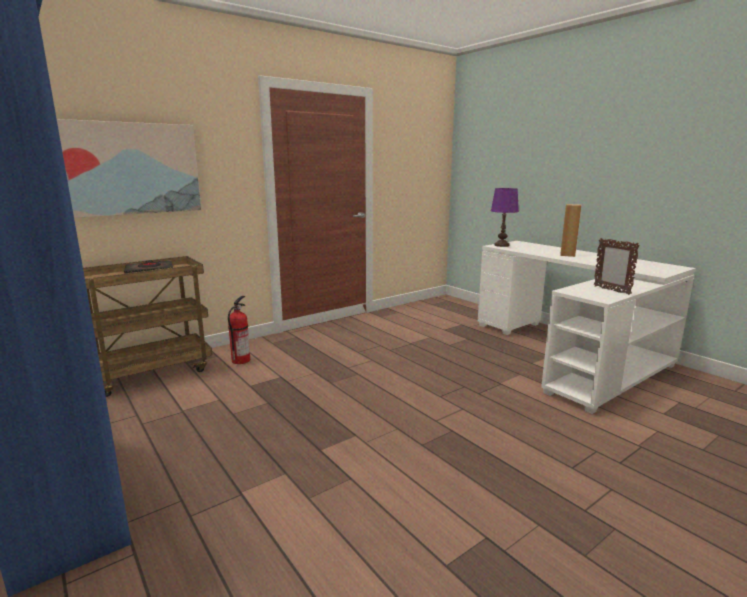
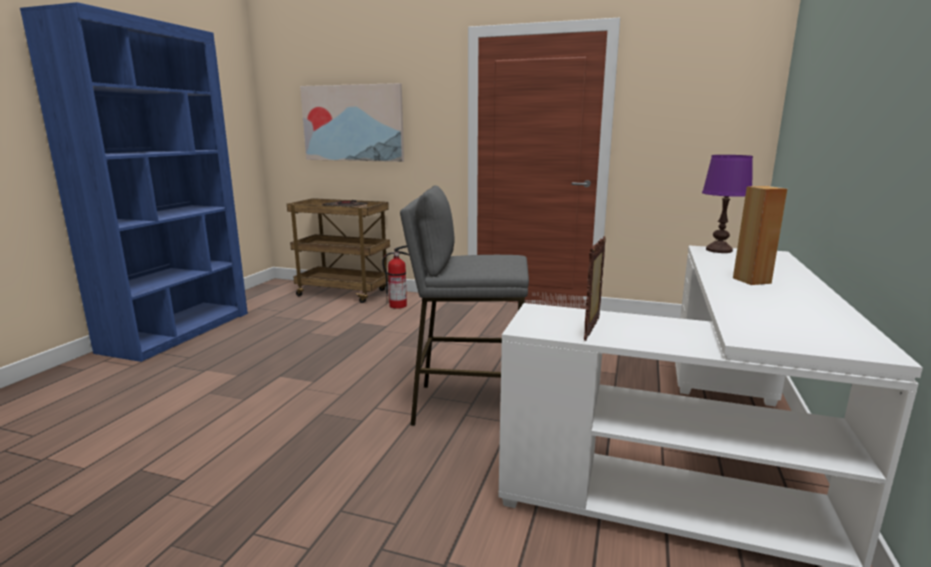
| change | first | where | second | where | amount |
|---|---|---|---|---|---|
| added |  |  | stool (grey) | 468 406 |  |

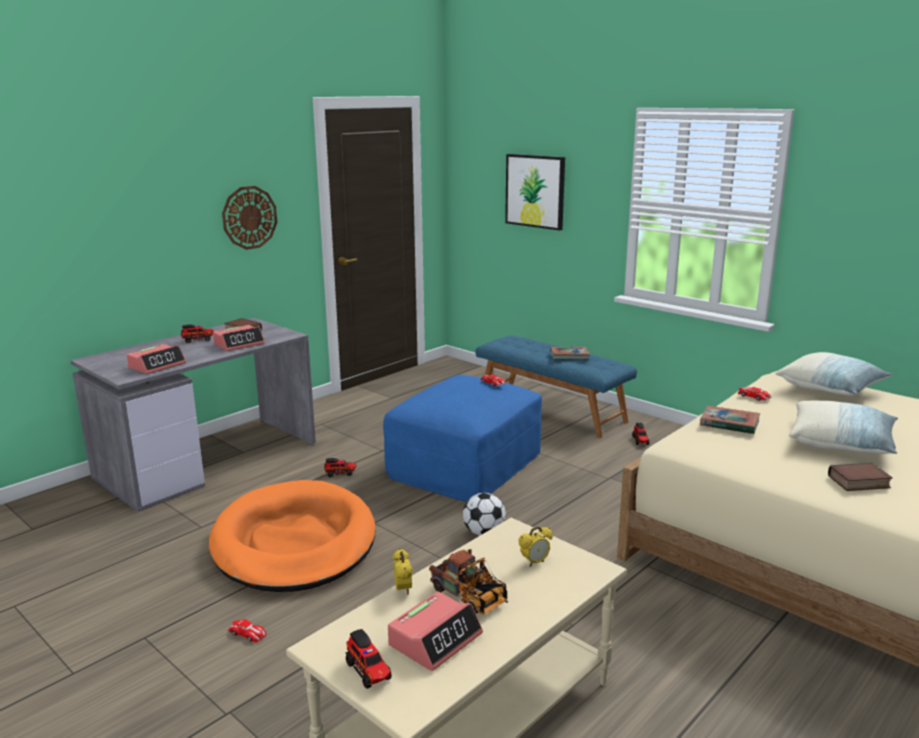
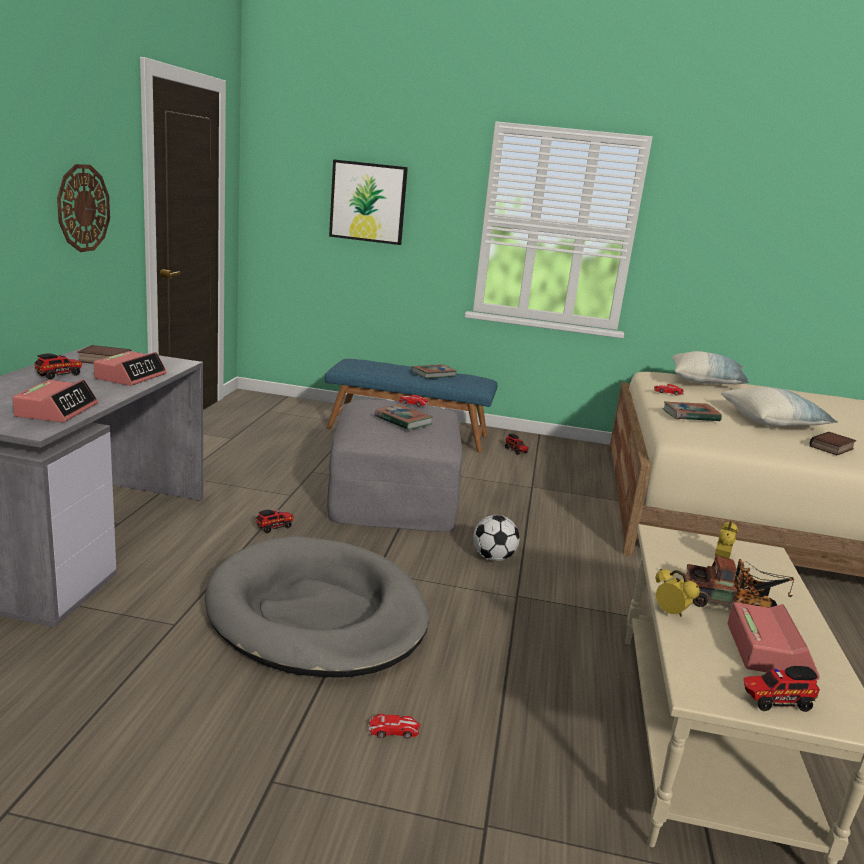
| change | first | where | second | where | amount |
|---|---|---|---|---|---|
| recoloured | dog bed (orange) | 294 542 | dog bed (grey) | 317 613 |  |
| recoloured | ottoman (blue) | 465 463 | ottoman (grey) | 393 494 |  |
| added |  |  | book | 403 421 |  |
| turned | toy truck | 369 672 |  | 775 701 | 150 degrees clockwise |

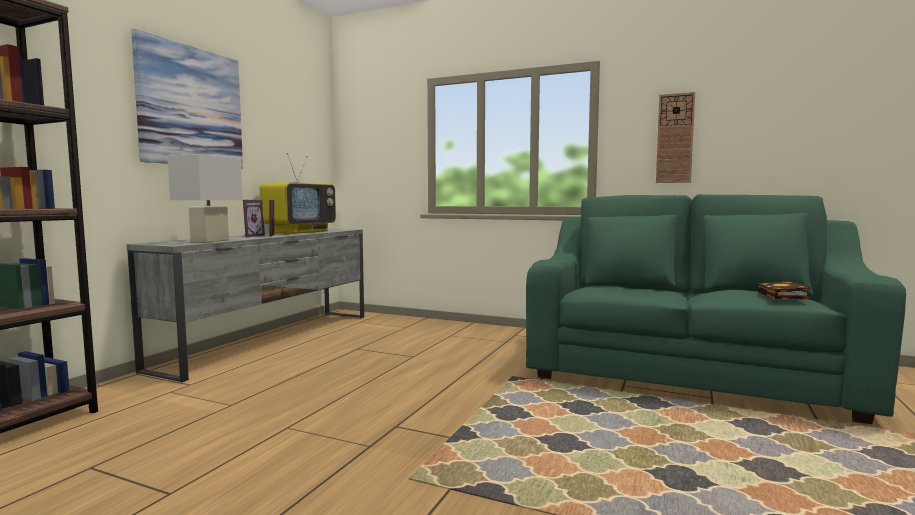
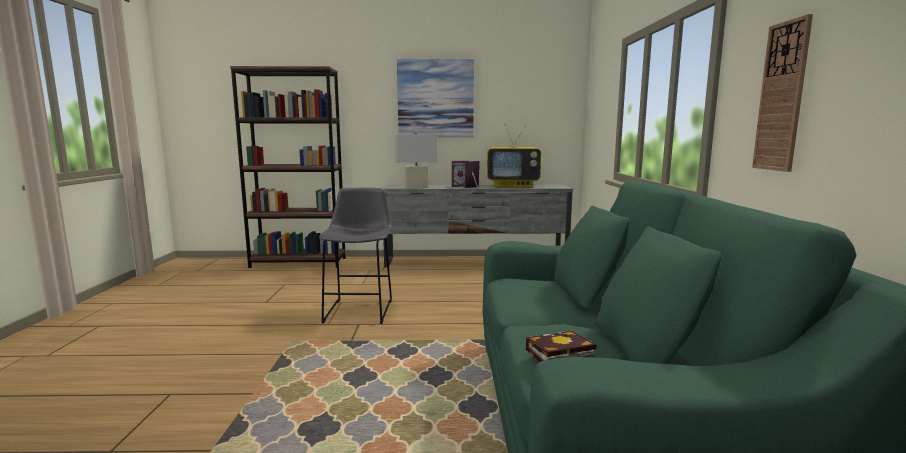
| change | first | where | second | where | amount |
|---|---|---|---|---|---|
| added |  |  | stool (grey) | 360 309 |  |

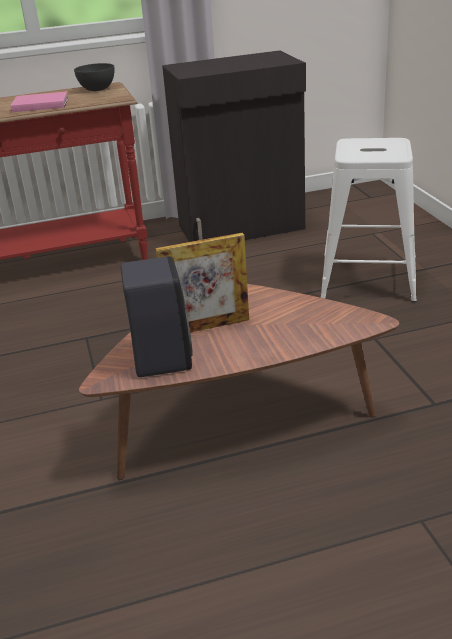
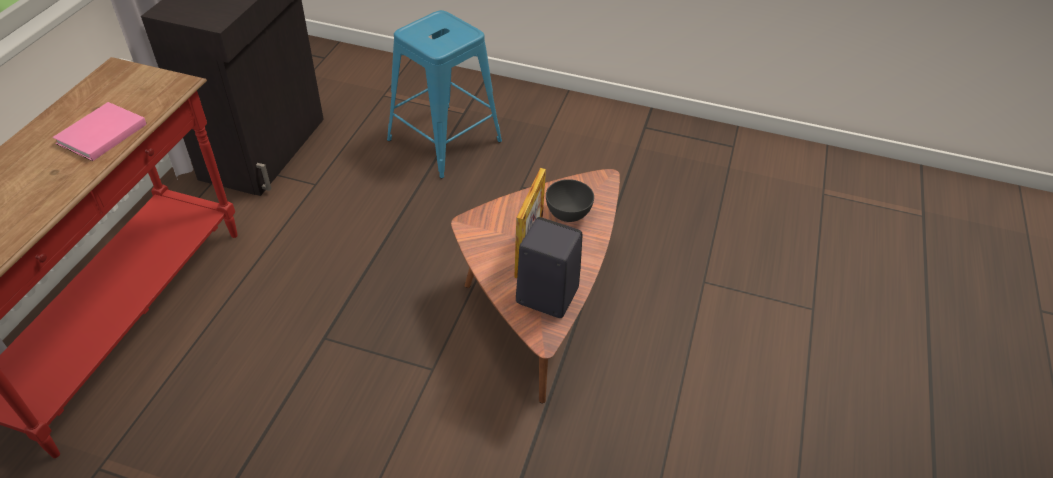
| change | first | where | second | where | amount |
|---|---|---|---|---|---|
| recoloured | stool (white) | 367 279 | stool (blue) | 444 141 |  |
| moved | bowl (grey) | 97 89 |  | 567 214 |  |

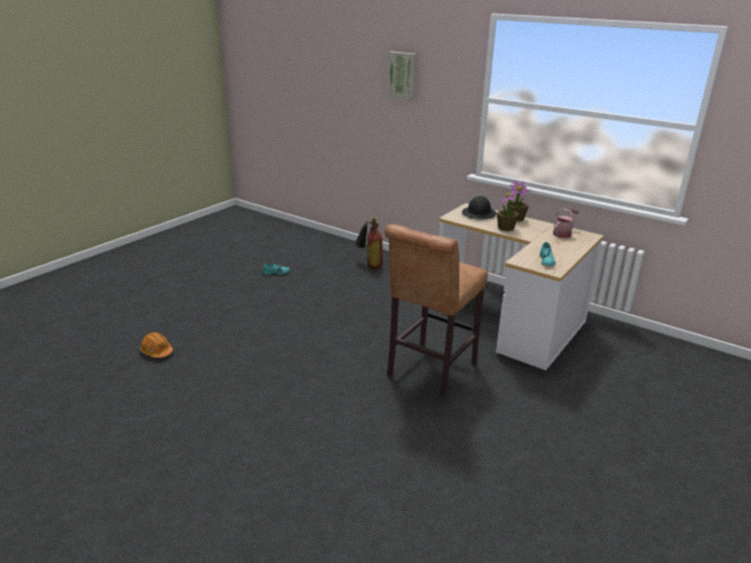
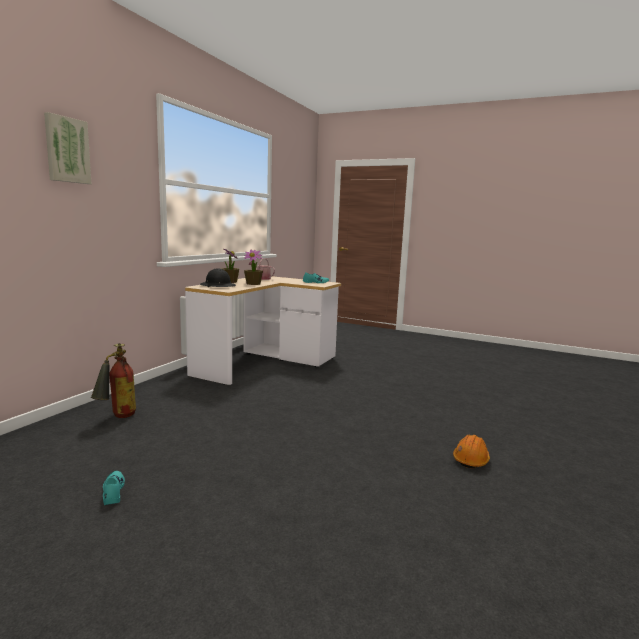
| change | first | where | second | where | amount |
|---|---|---|---|---|---|
| moved | hard hat (orange) | 157 351 |  | 471 459 |  |
| removed | stool (brown) | 429 371 |  |  |  |

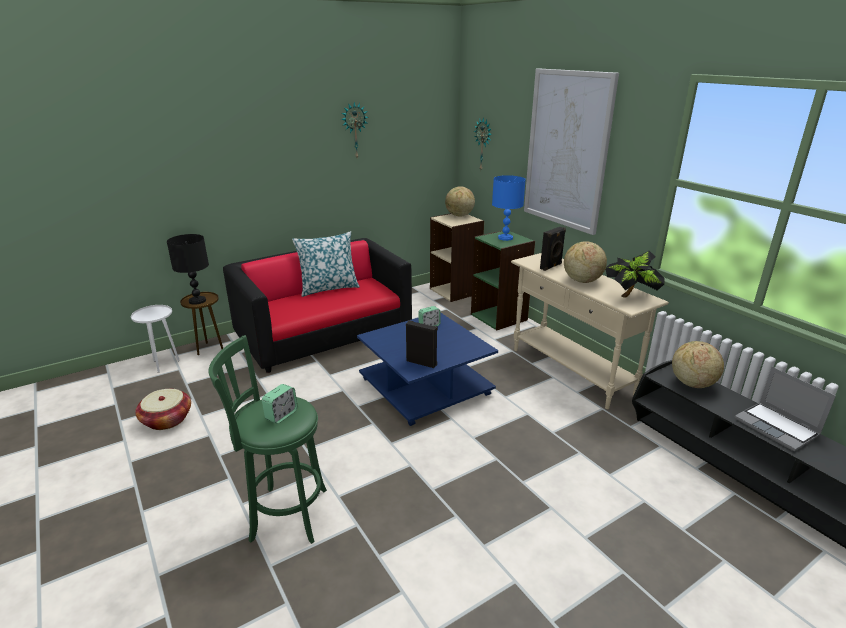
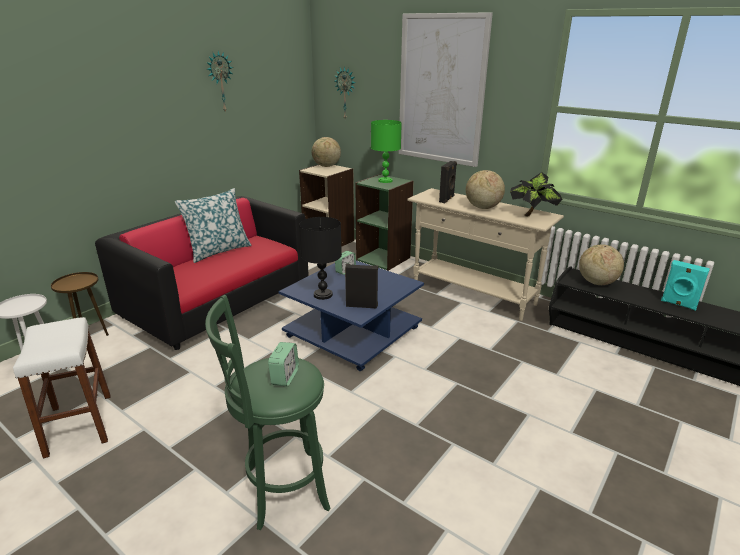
| change | first | where | second | where | amount |
|---|---|---|---|---|---|
| replaced | basket | 167 420 | stool (white) | 79 424 |  |
| moved | table lamp (black) | 197 300 |  | 322 294 |  |
| recoloured | table lamp (blue) | 505 238 | table lamp (green) | 385 181 |  |
| replaced | laptop | 777 427 | speaker (turquoise) | 678 304 |  |

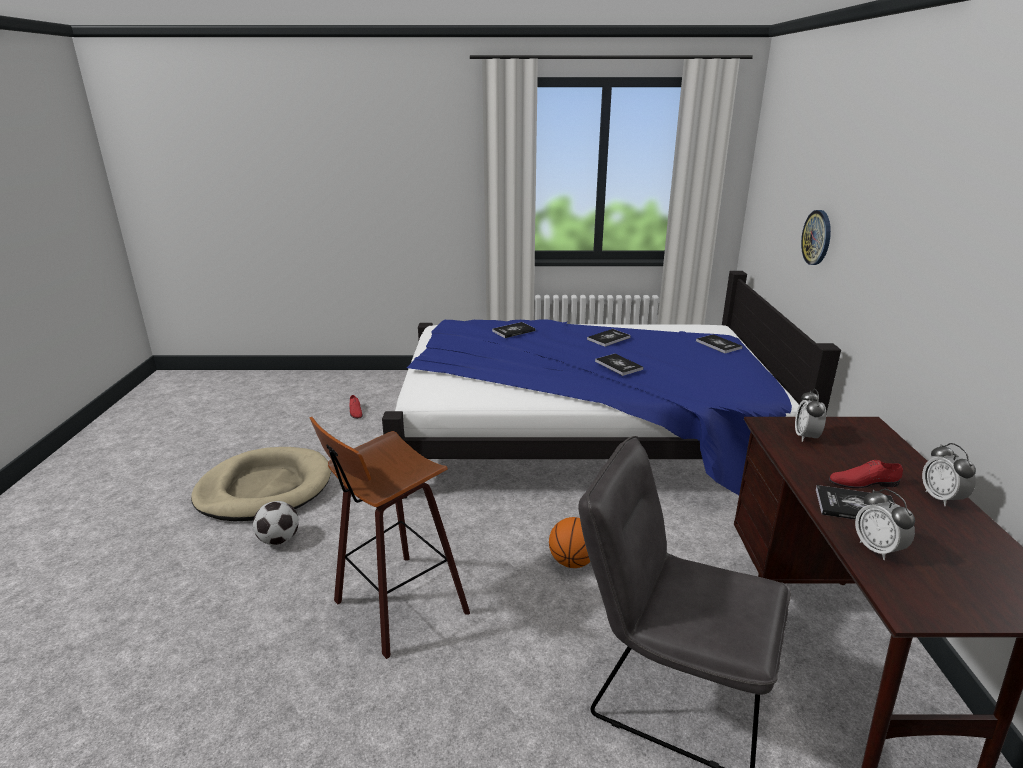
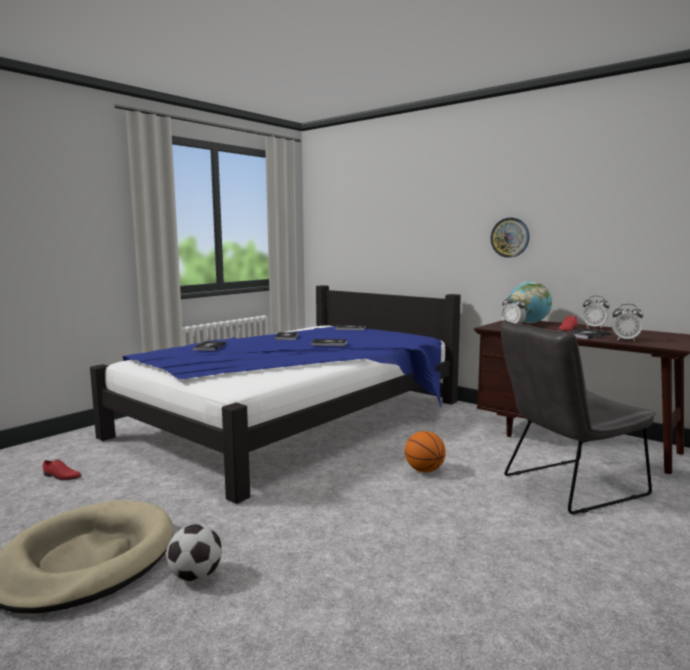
| change | first | where | second | where | amount |
|---|---|---|---|---|---|
| moved | wall clock | 817 237 |  | 510 237 |  |
| added |  |  | globe | 529 323 |  |
| removed | stool | 396 607 |  |  |  |

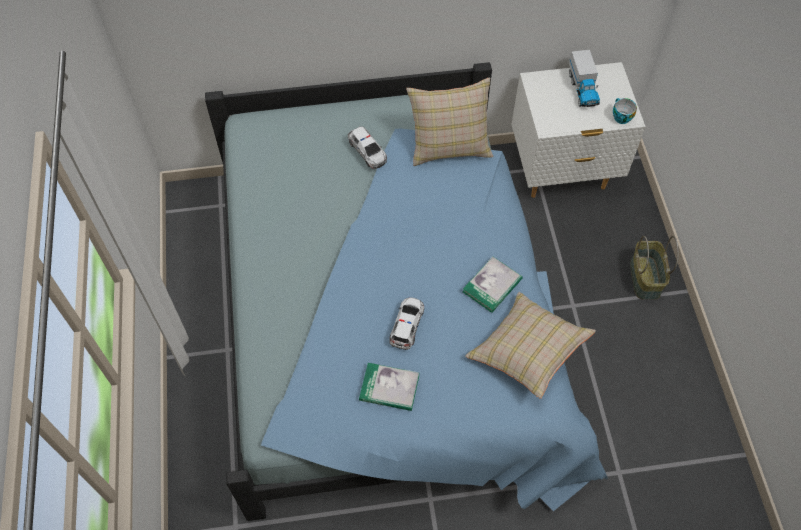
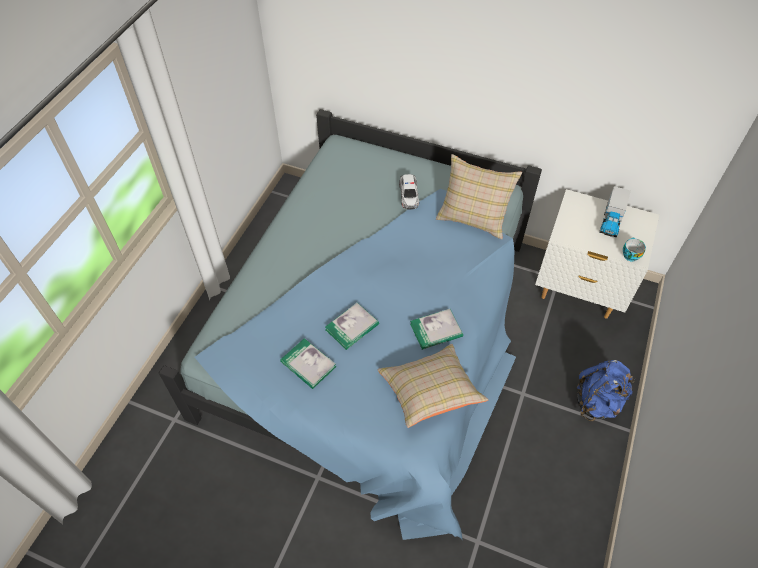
| change | first | where | second | where | amount |
|---|---|---|---|---|---|
| replaced | toy car | 407 325 | book | 352 327 |  |
| replaced | basket | 644 277 | backpack (blue) | 597 401 |  |

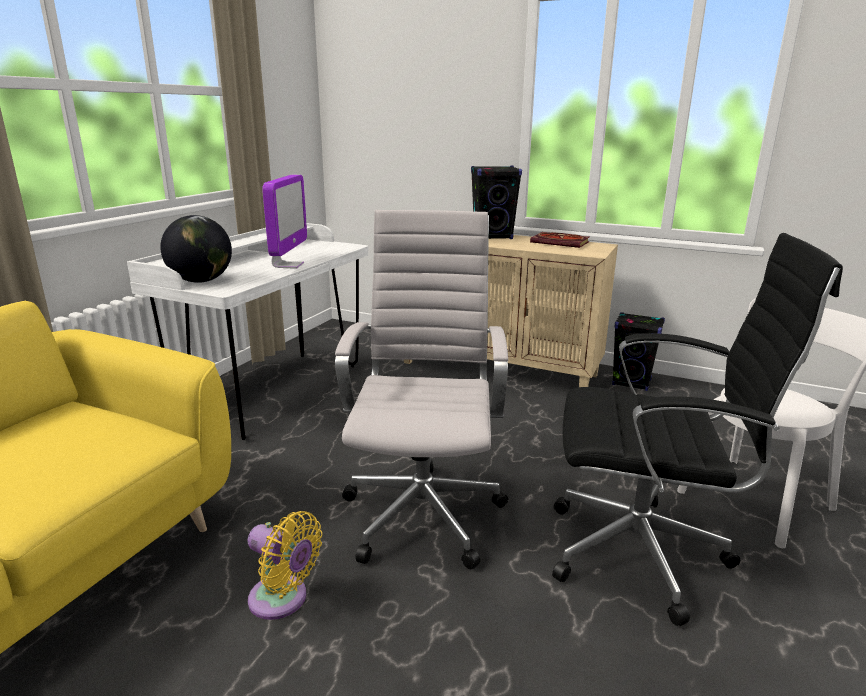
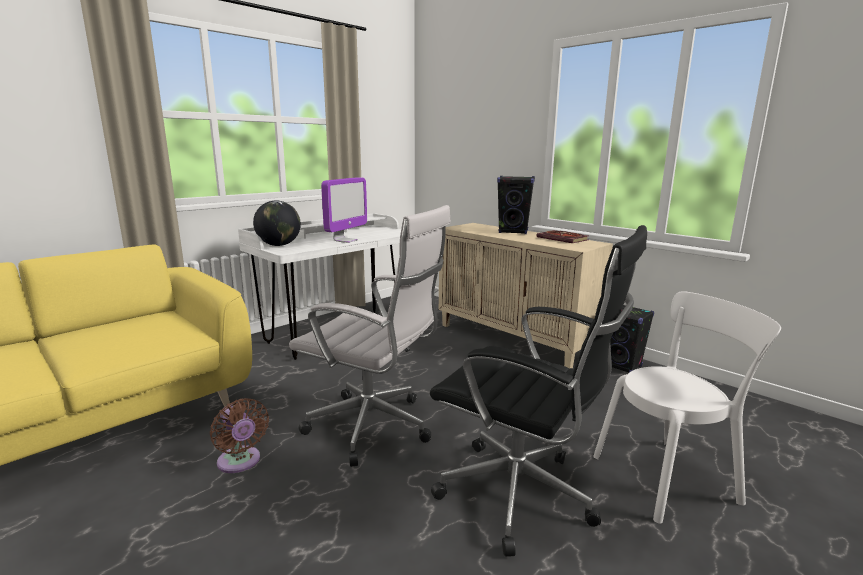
| change | first | where | second | where | amount |
|---|---|---|---|---|---|
| recoloured | fan (yellow) | 282 600 | fan (brown) | 240 462 |  |
| turned | office chair (white) | 423 511 |  | 375 428 | 90 degrees clockwise |

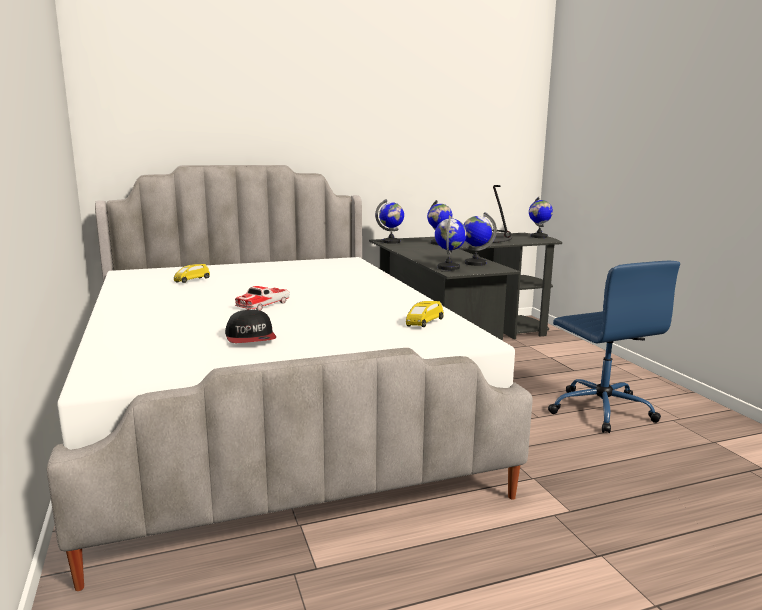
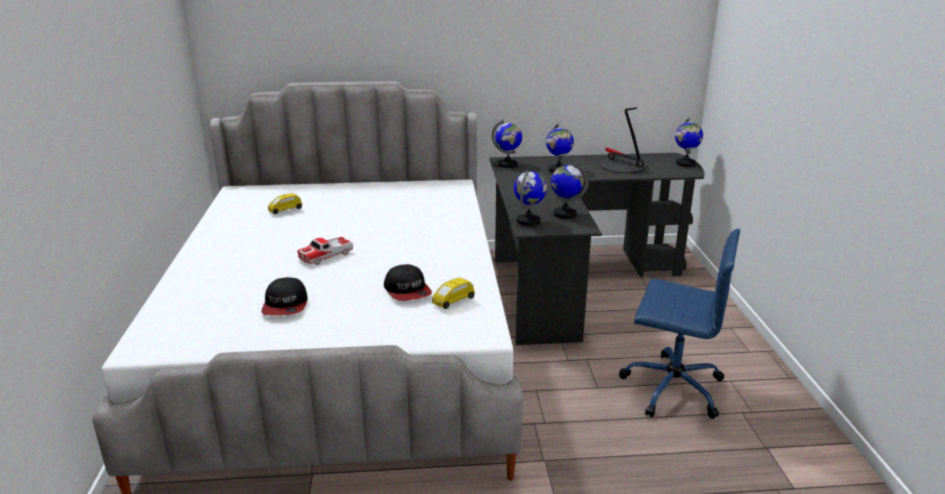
| change | first | where | second | where | amount |
|---|---|---|---|---|---|
| added |  |  | cap | 407 291 |  |
| turned | office chair (blue) | 600 409 |  | 671 387 | 60 degrees counterclockwise |

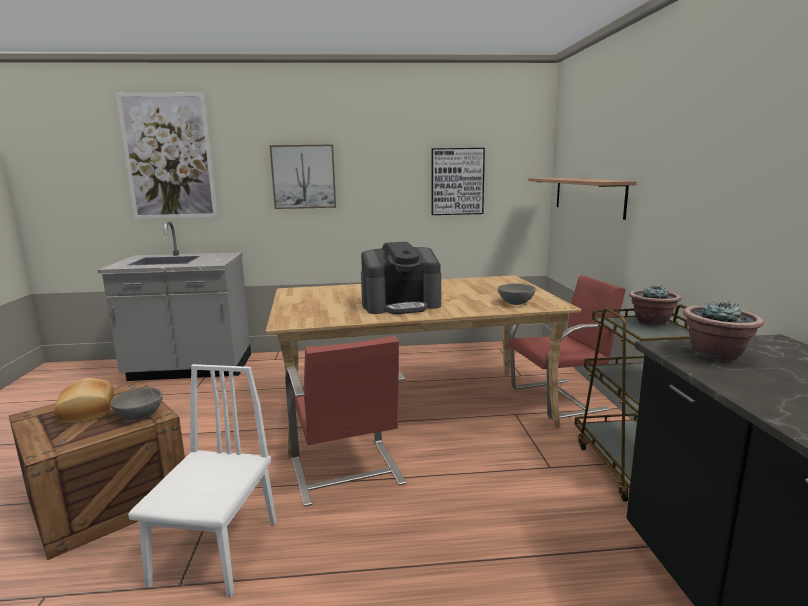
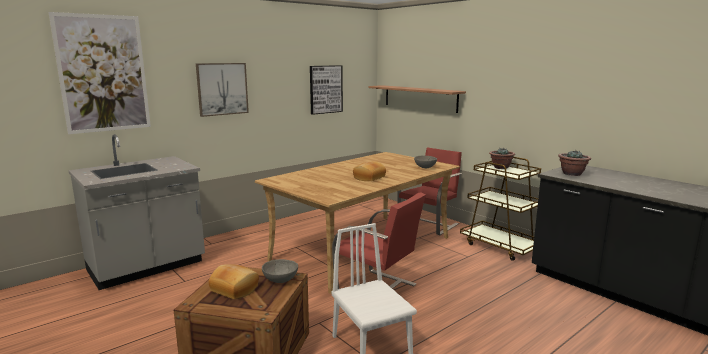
| change | first | where | second | where | amount |
|---|---|---|---|---|---|
| replaced | coffee machine | 401 305 | bread | 368 177 |  |

